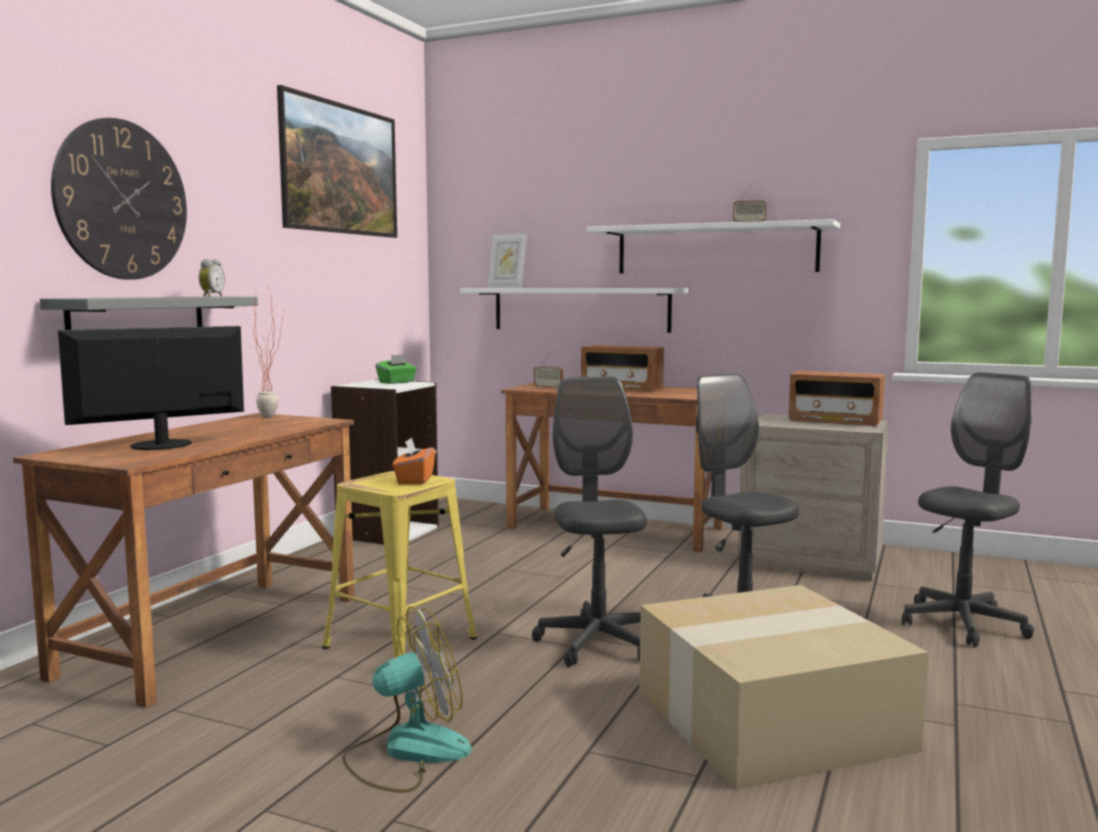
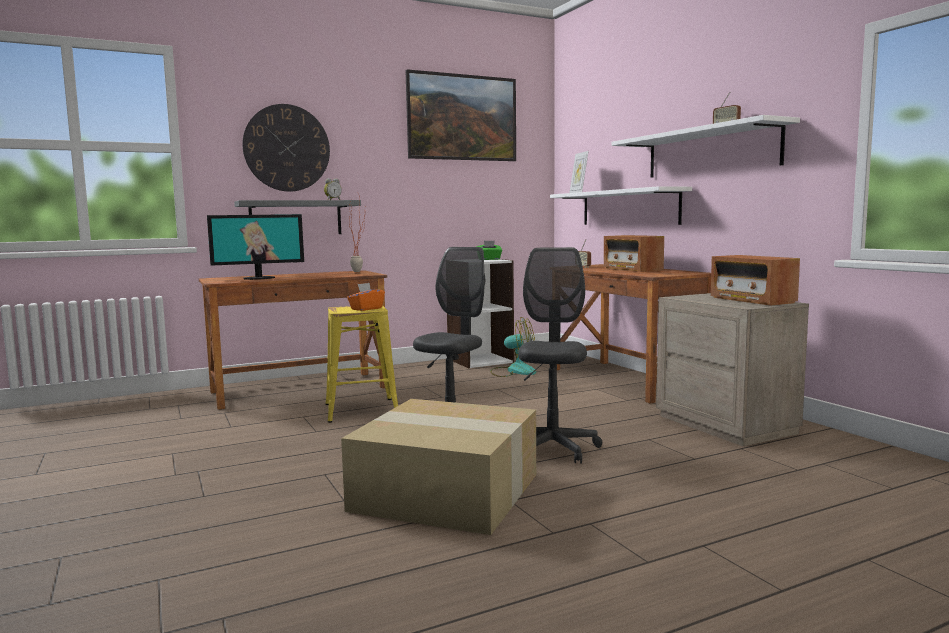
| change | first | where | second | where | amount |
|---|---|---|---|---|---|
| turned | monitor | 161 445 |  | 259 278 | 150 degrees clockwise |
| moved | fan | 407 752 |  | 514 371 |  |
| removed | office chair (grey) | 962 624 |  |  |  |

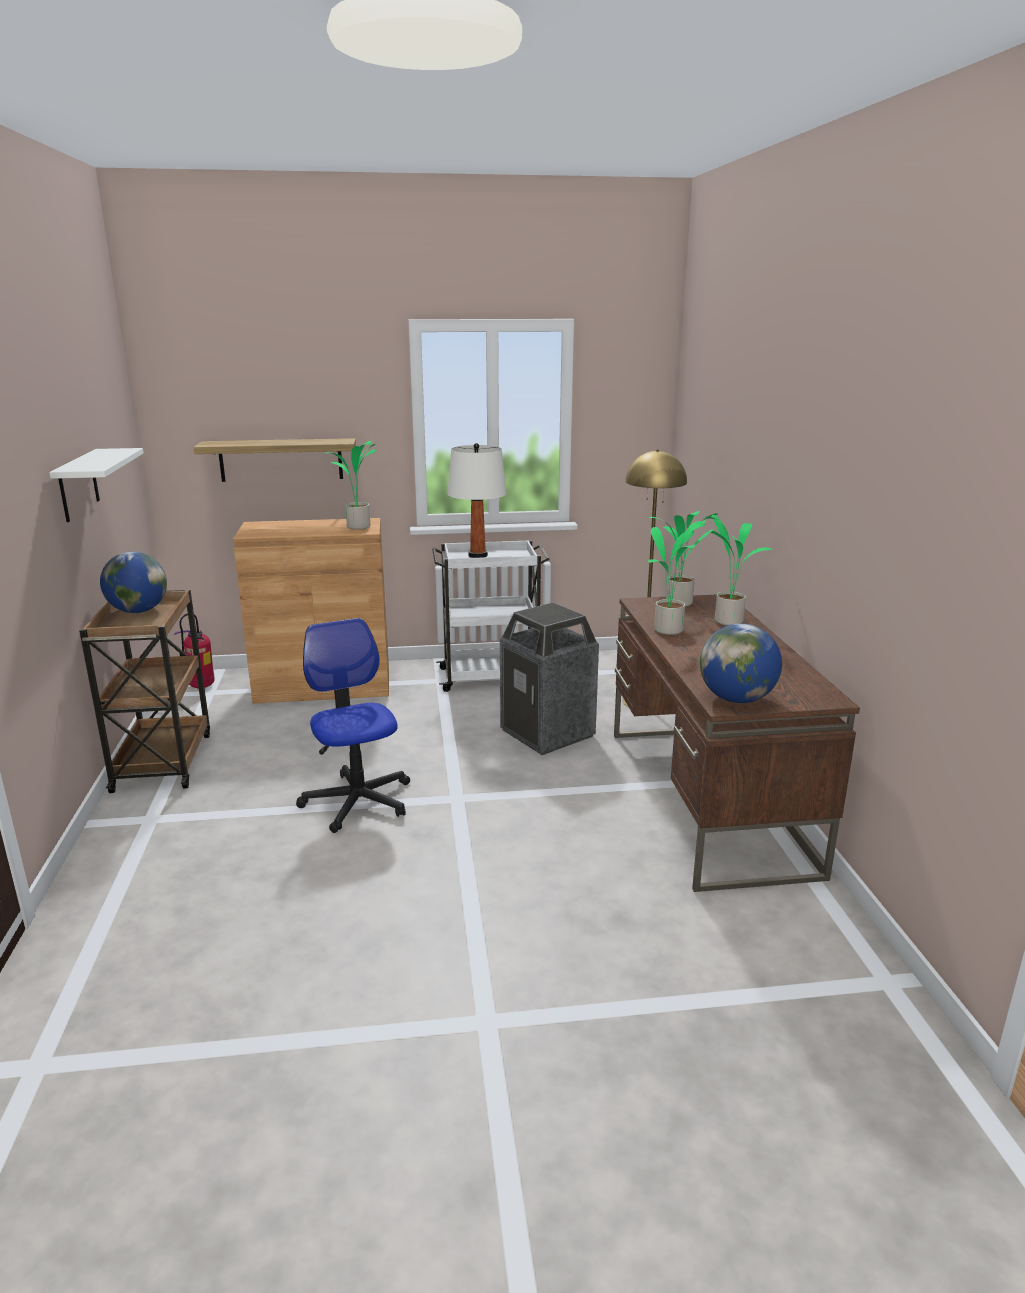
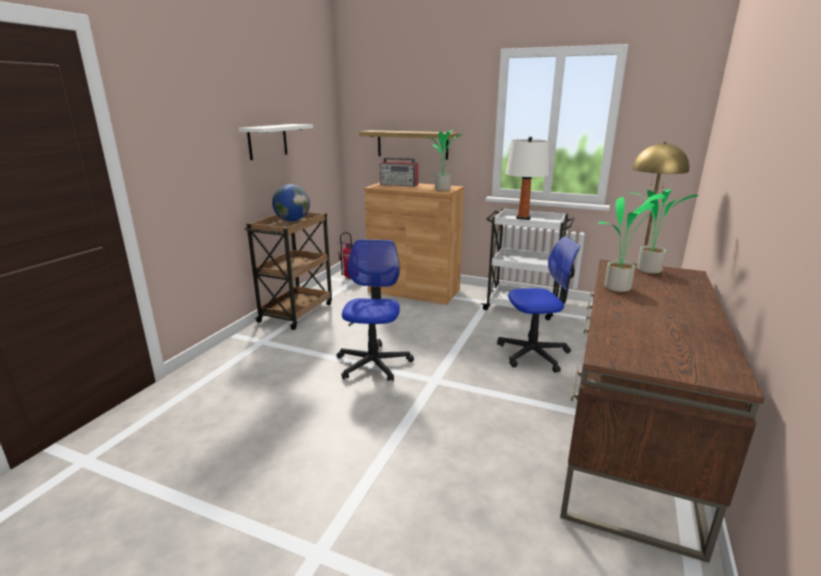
| change | first | where | second | where | amount |
|---|---|---|---|---|---|
| added |  |  | radio | 399 185 |  |
| replaced | trash can | 548 733 | office chair | 533 354 |  |
| removed | globe | 736 699 |  |  |  |
| removed | potted plant | 727 621 |  |  |  |

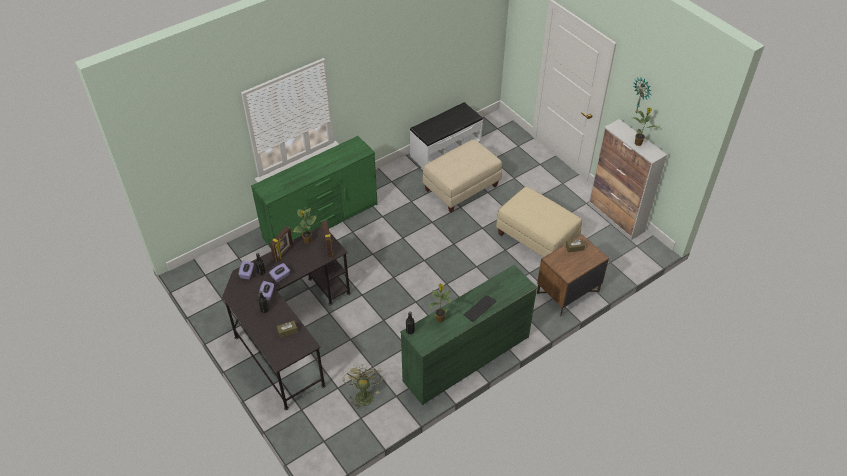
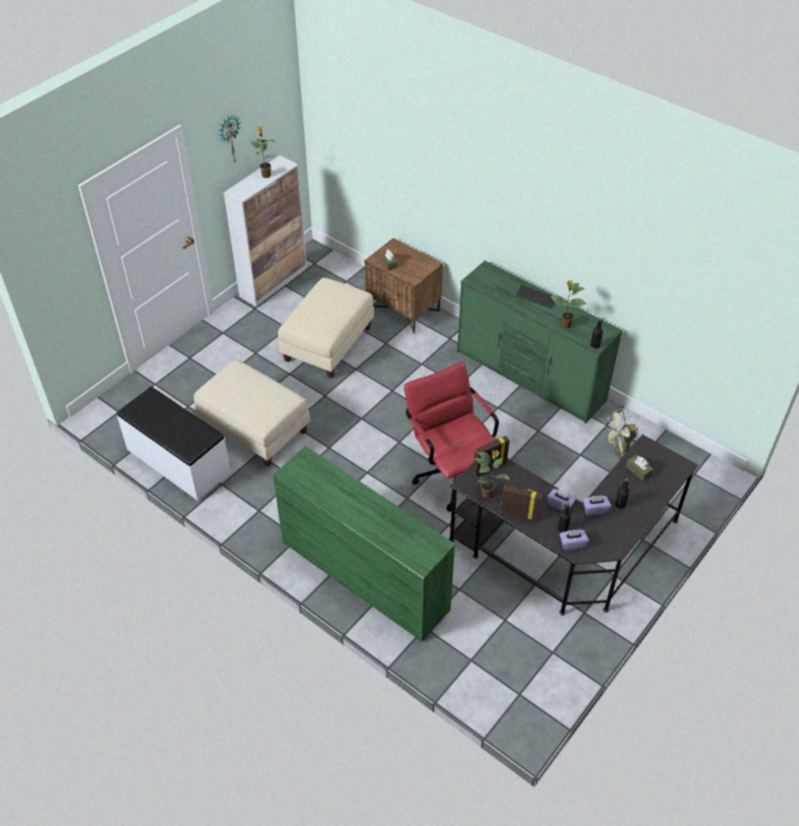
| change | first | where | second | where | amount |
|---|---|---|---|---|---|
| added |  |  | office chair (red) | 451 471 |  |

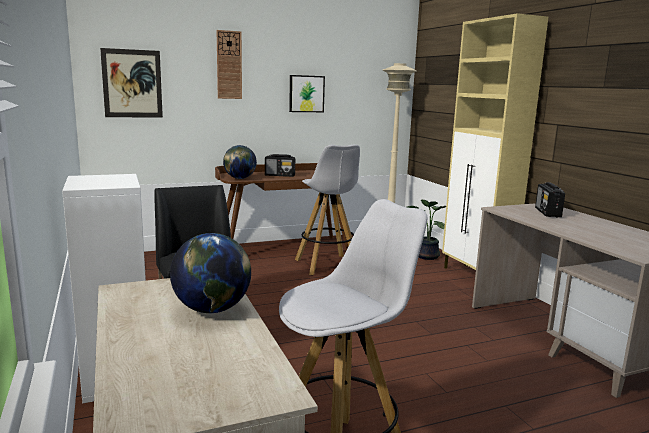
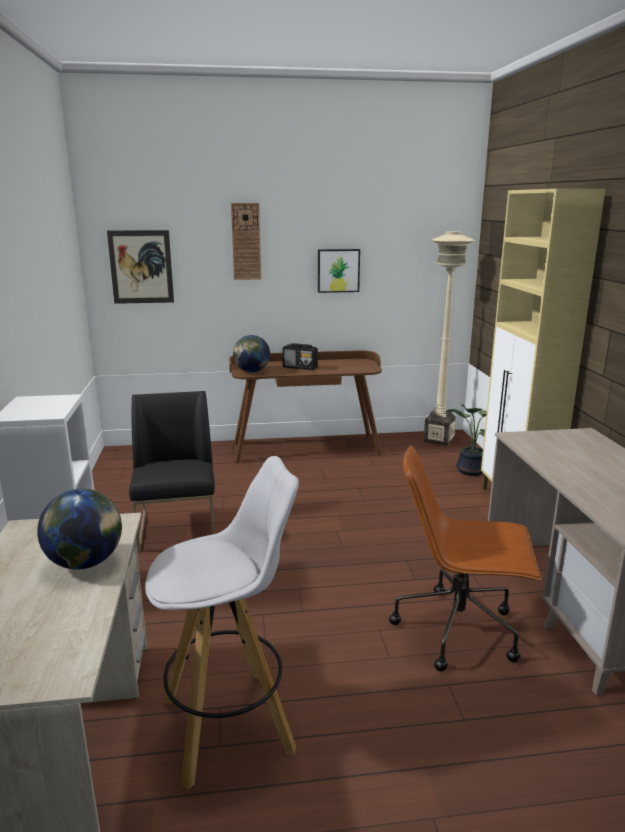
| change | first | where | second | where | amount |
|---|---|---|---|---|---|
| added |  |  | office chair (brown) | 459 630 |  |
| removed | stool (white) | 327 265 |  |  |  |
| removed | radio | 547 213 |  |  |  |

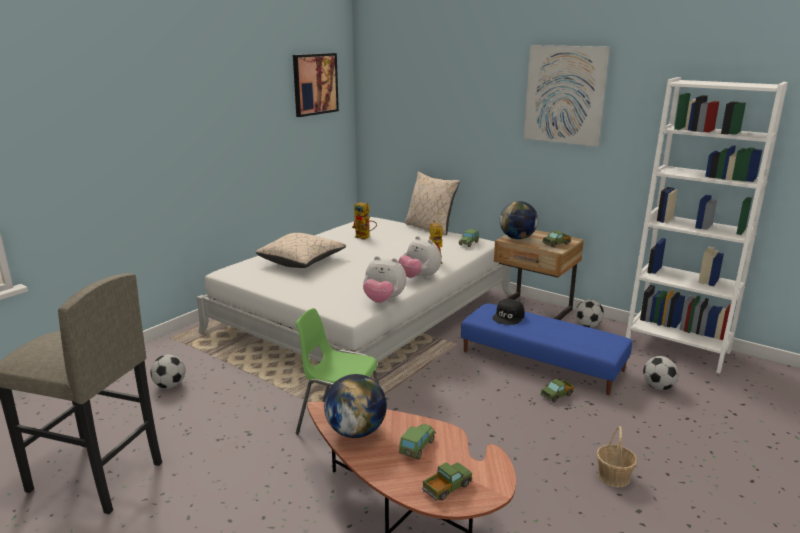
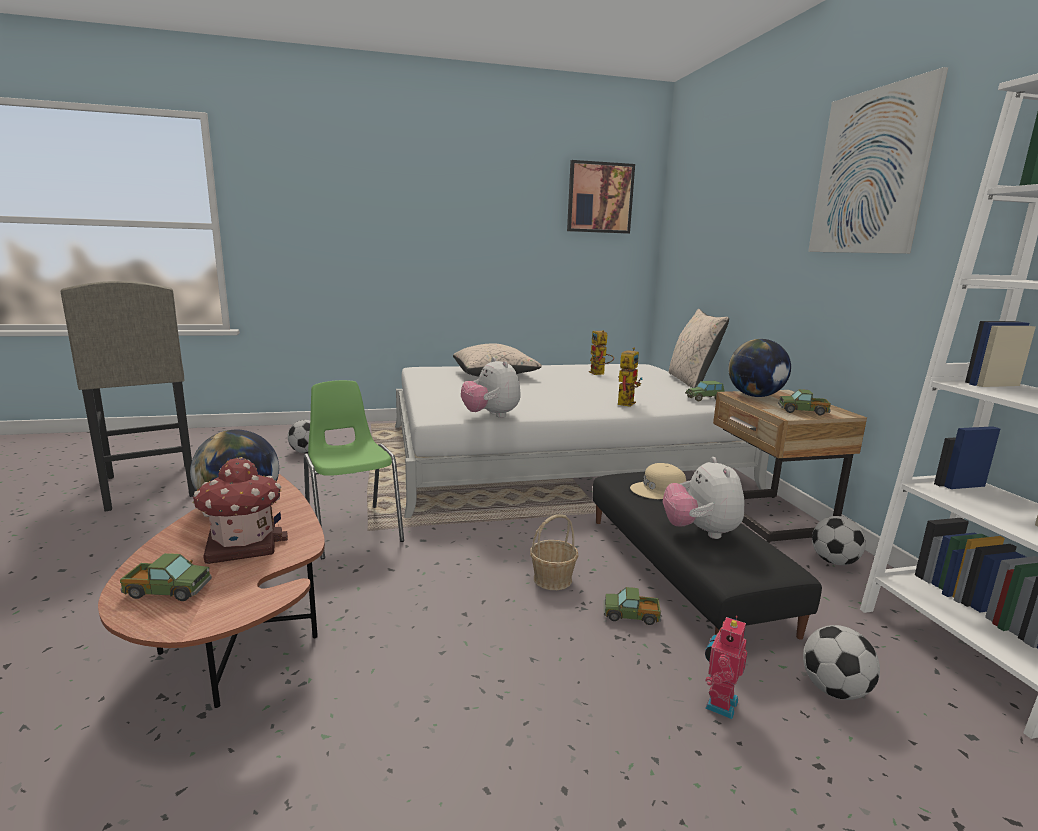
| change | first | where | second | where | amount |
|---|---|---|---|---|---|
| replaced | toy car | 417 448 | toy house | 243 543 |  |
| moved | basket | 613 476 |  | 553 579 |  |
| recoloured | ottoman (blue) | 542 361 | ottoman (black) | 682 570 |  |
| recoloured | cap (black) | 509 317 | cap (beige) | 659 490 |  |
| moved | plush toy | 419 278 |  | 700 532 |  |
| added |  |  | toy robot | 718 703 |  |

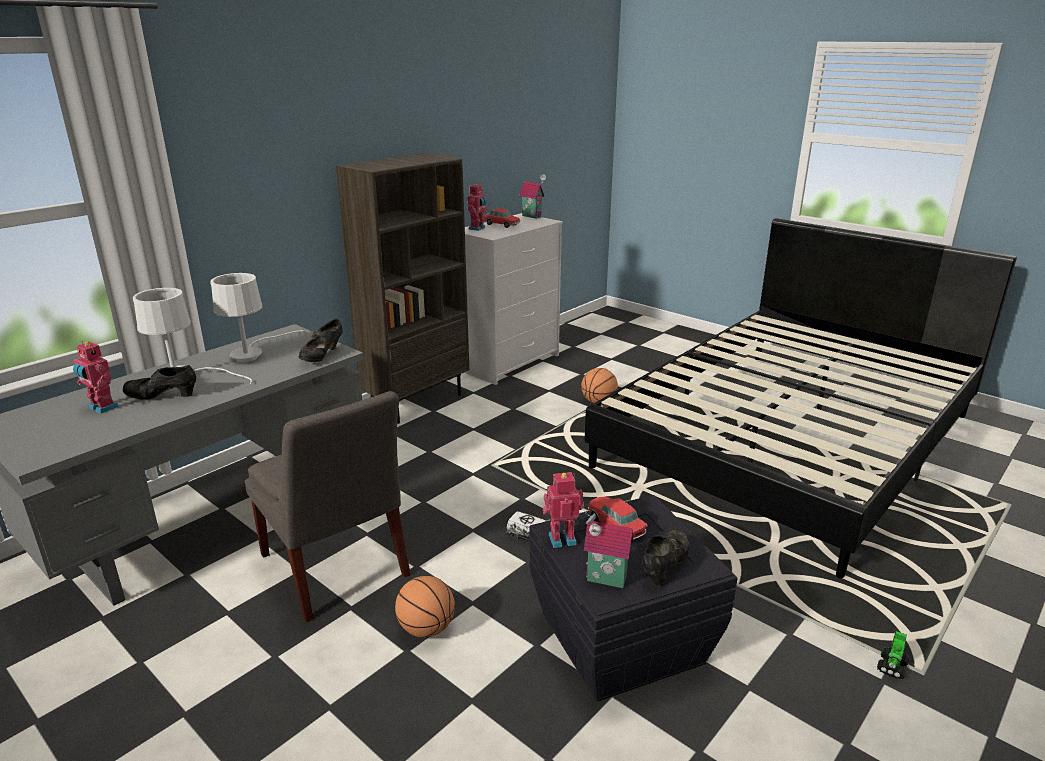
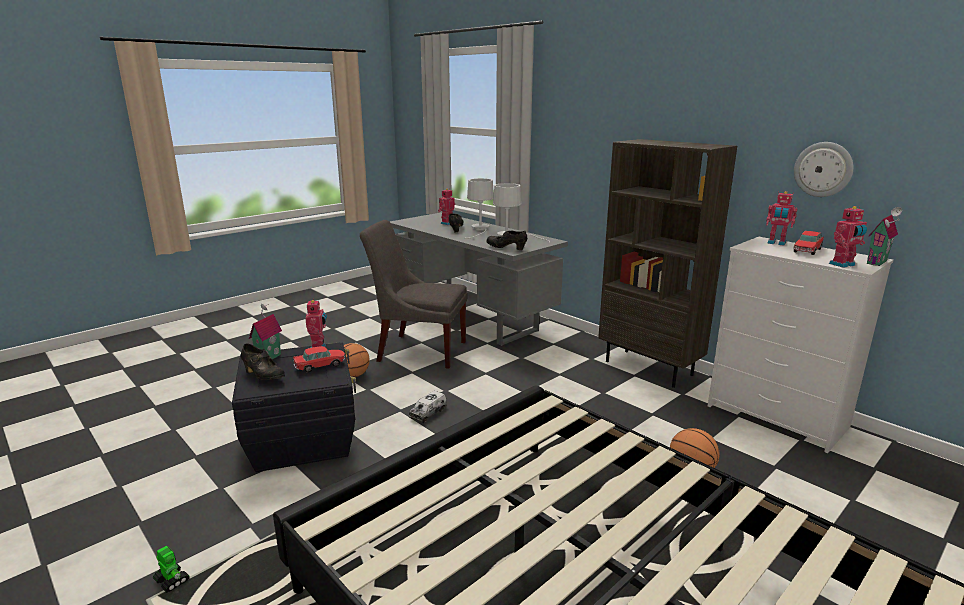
| change | first | where | second | where | amount |
|---|---|---|---|---|---|
| turned | chair (grey) | 336 569 |  | 418 350 | 45 degrees clockwise |
| added |  |  | wall clock | 823 169 |  |
| added |  |  | toy robot | 843 265 |  |

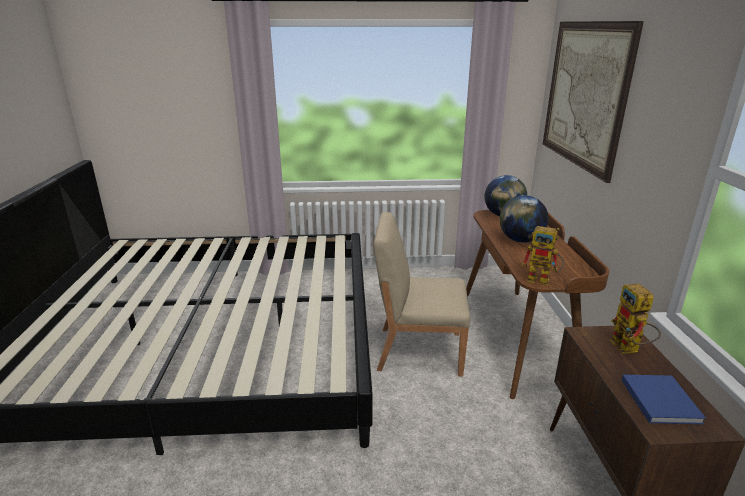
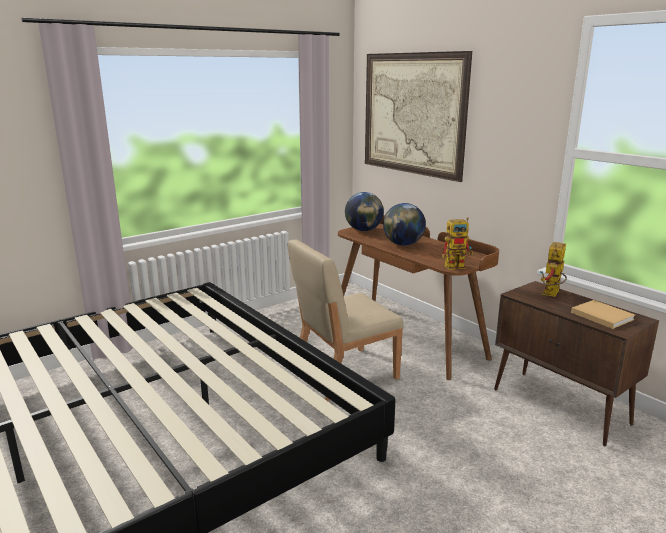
| change | first | where | second | where | amount |
|---|---|---|---|---|---|
| turned | toy robot | 629 349 |  | 551 295 | 75 degrees clockwise |
| recoloured | book (blue) | 659 399 | book (beige) | 600 315 |  |

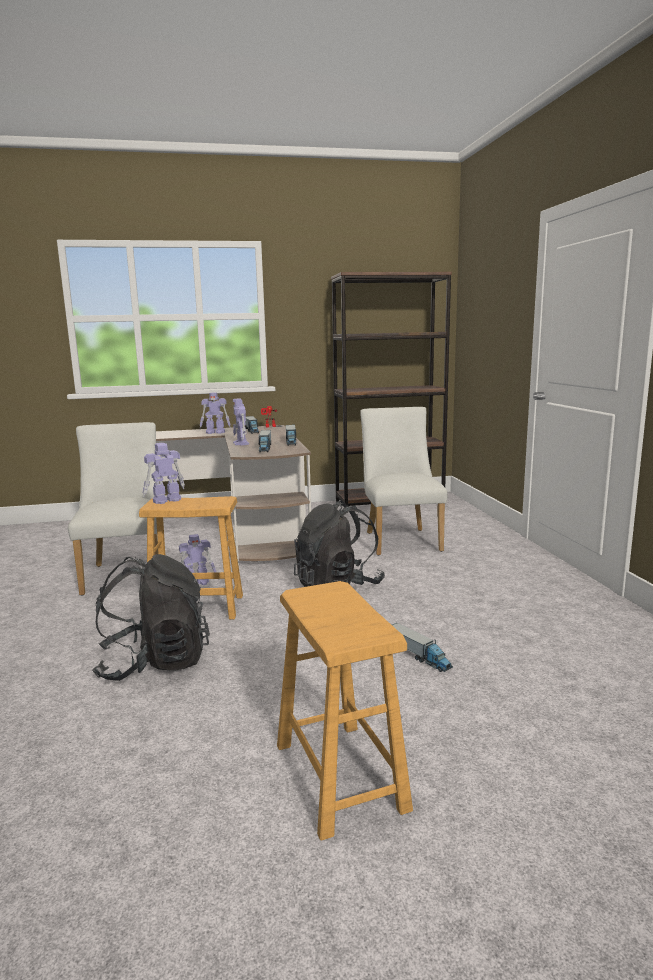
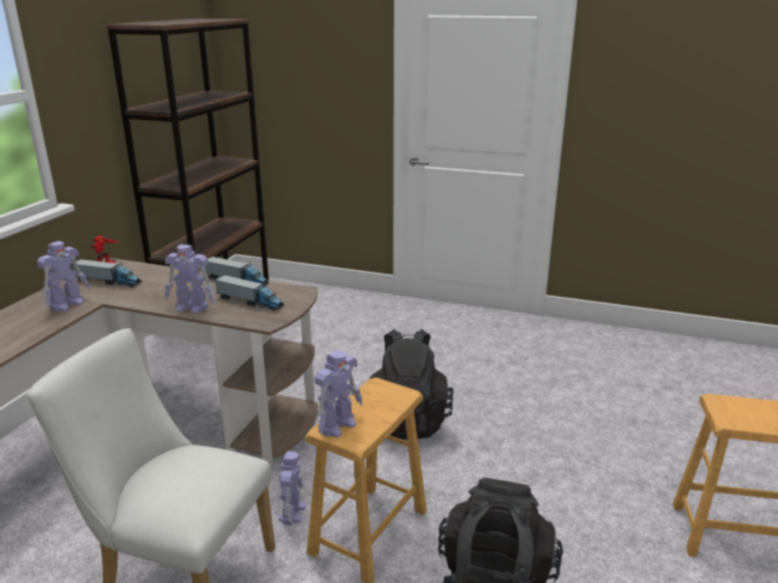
| change | first | where | second | where | amount |
|---|---|---|---|---|---|
| turned | toy robot | 166 500 |  | 338 425 | 135 degrees counterclockwise |
| removed | chair (white) | 400 539 |  |  |  |
| removed | toy truck | 418 656 |  |  |  |

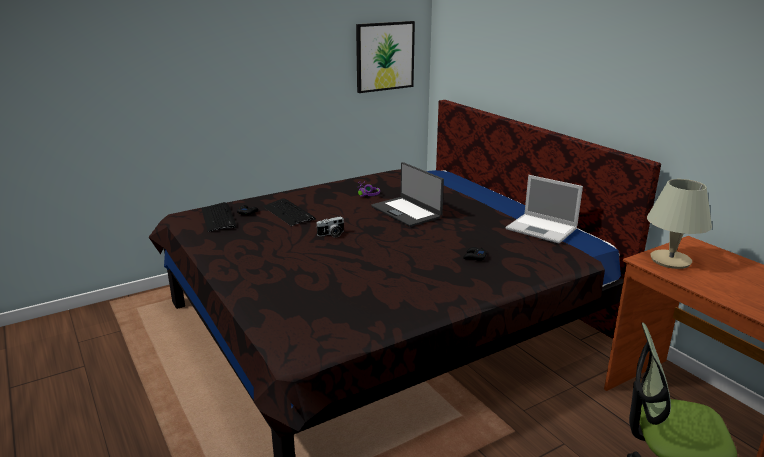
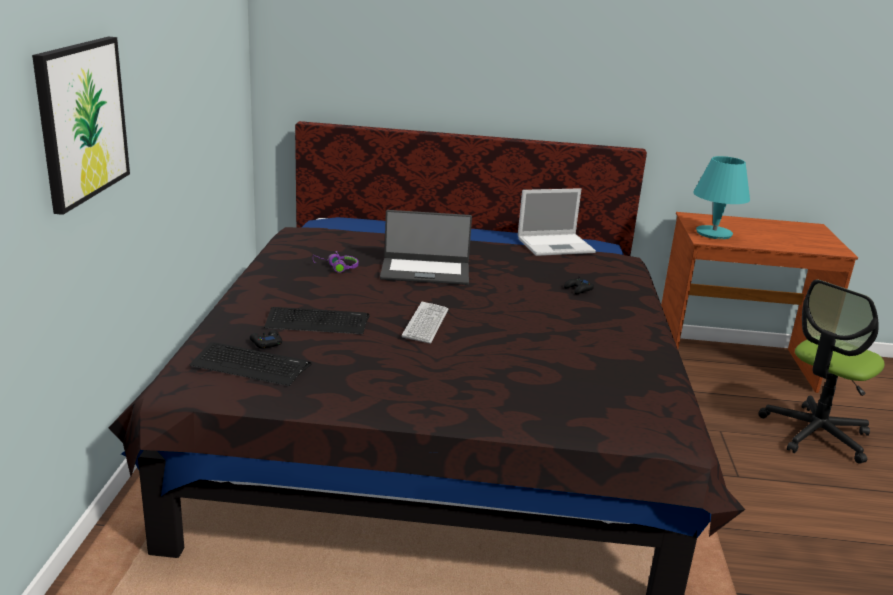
| change | first | where | second | where | amount |
|---|---|---|---|---|---|
| moved | picture | 384 56 |  | 82 121 |  |
| replaced | photo camera | 331 234 | keyboard | 425 323 |  |
| recoloured | table lamp (beige) | 670 260 | table lamp (turquoise) | 713 233 |  |

